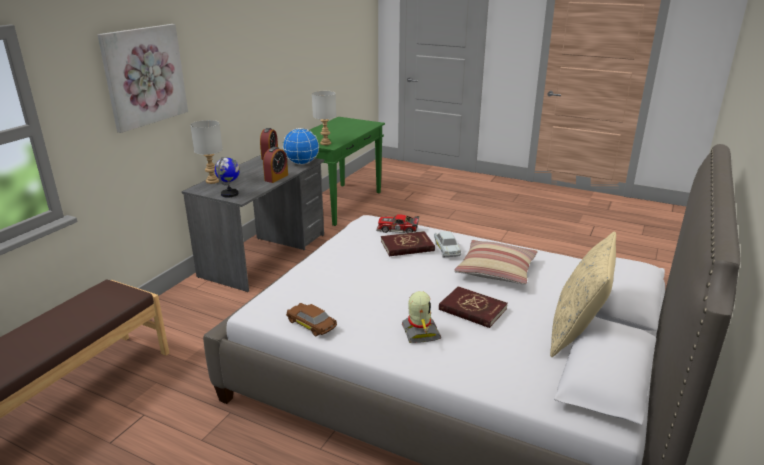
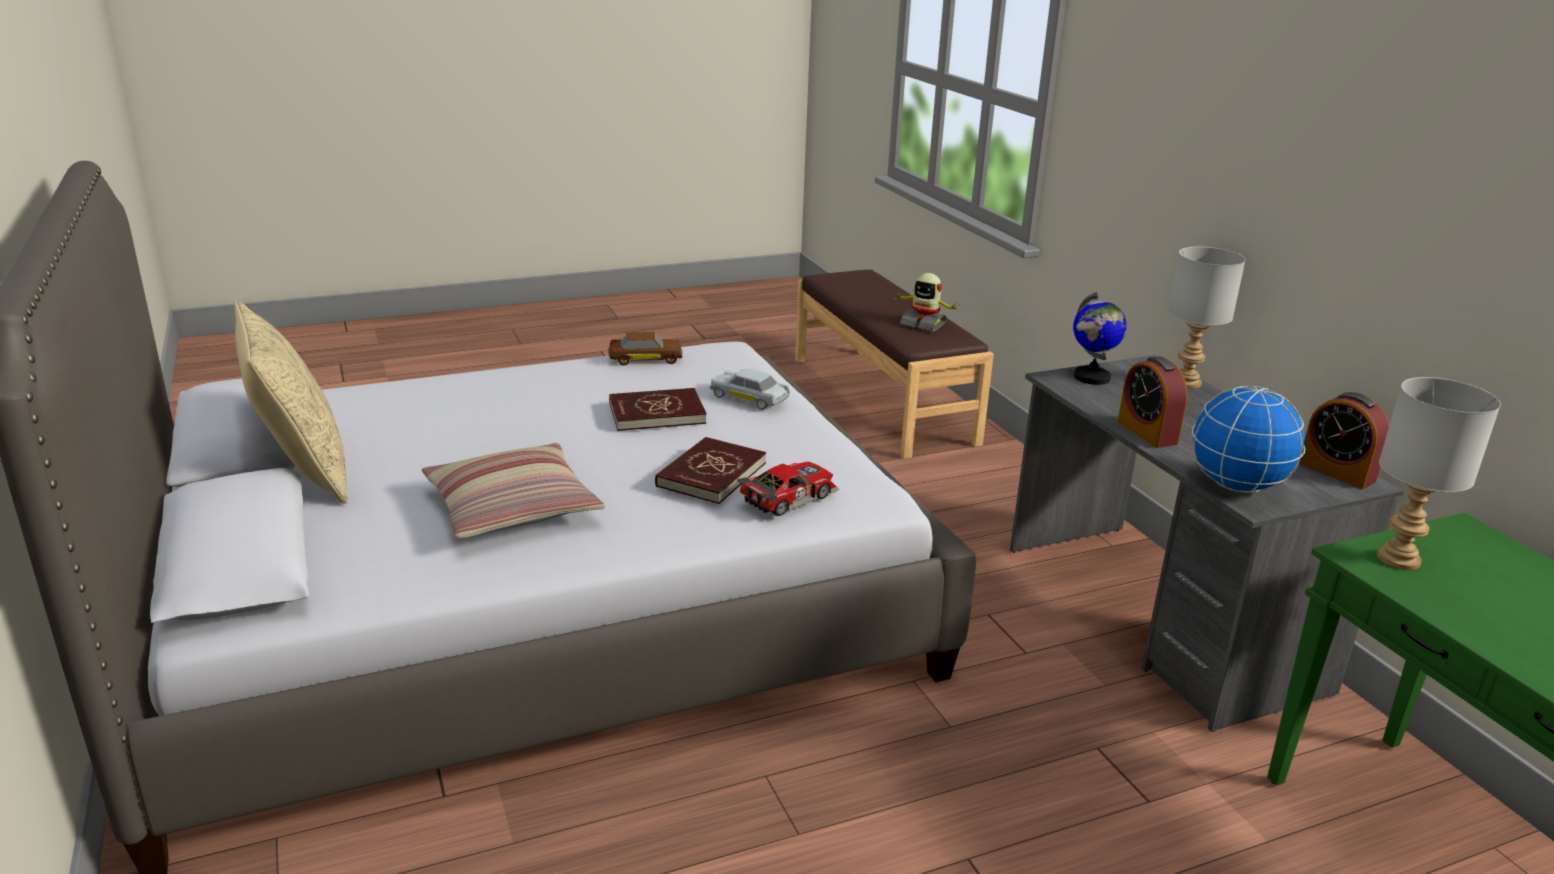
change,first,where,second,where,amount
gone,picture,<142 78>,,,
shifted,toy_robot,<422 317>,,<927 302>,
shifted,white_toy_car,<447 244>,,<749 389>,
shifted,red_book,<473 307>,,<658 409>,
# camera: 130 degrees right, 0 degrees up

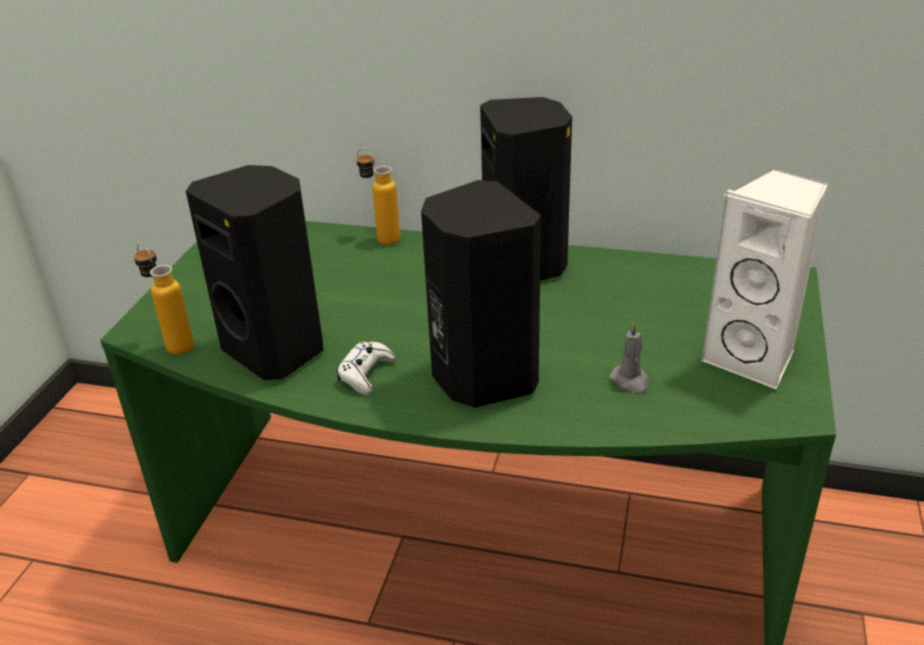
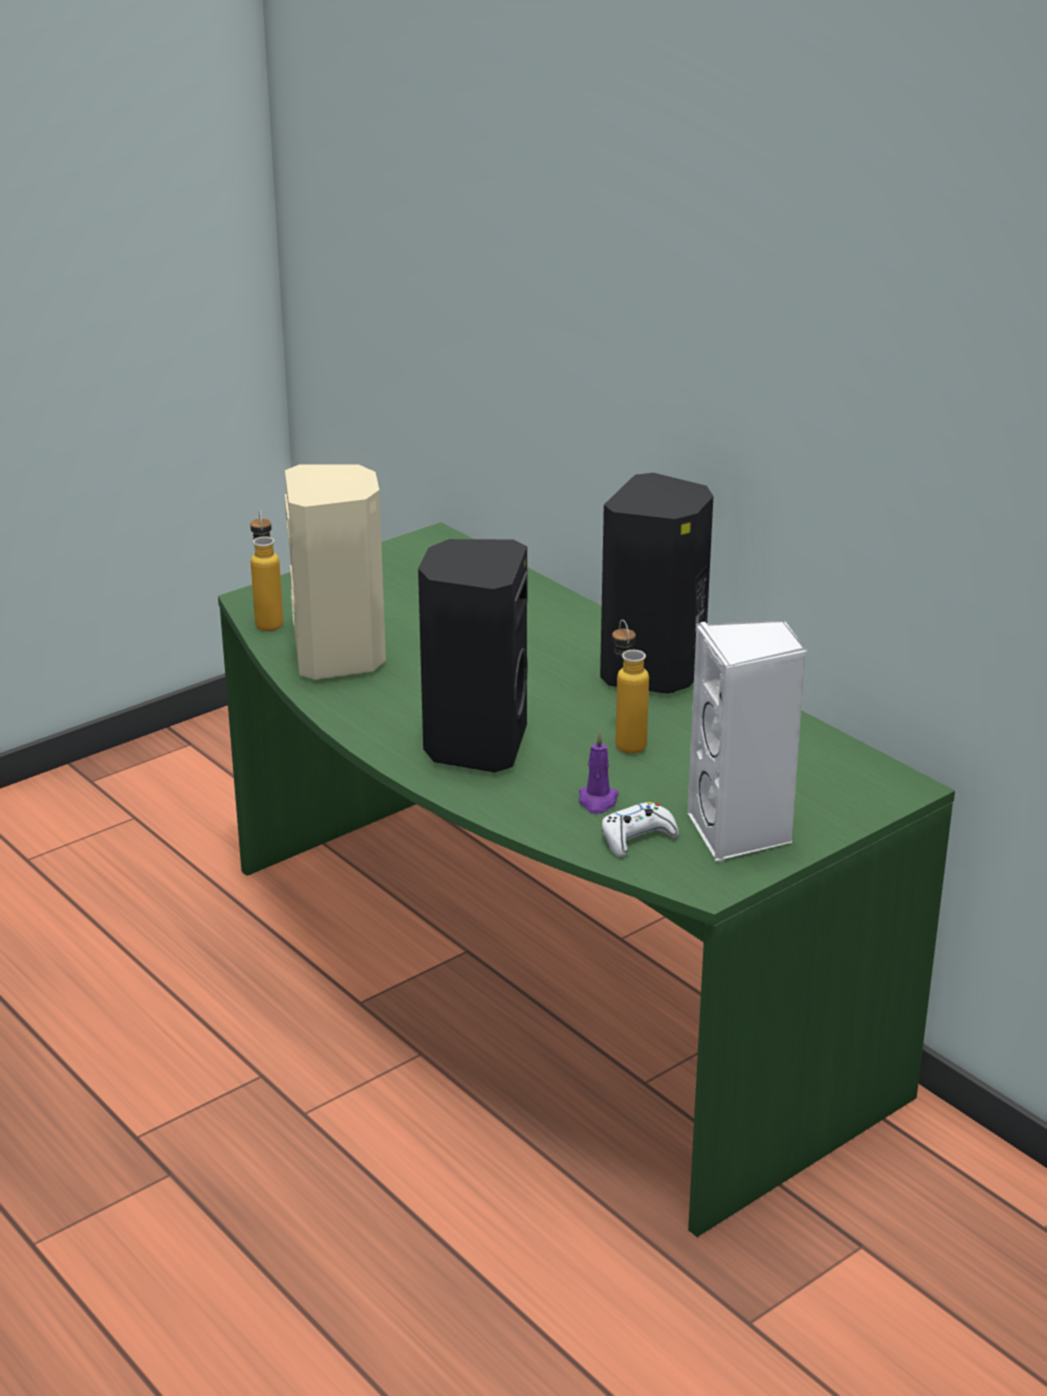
change,first,where,second,where,amount
repainted,black_speaker,<255 272>,beige_speaker,<335 572>,
shifted,white_game_controller,<366 367>,,<640 829>,
shifted,bottle,<378 196>,,<630 686>,
repainted,grey_candle,<629 358>,purple_candle,<599 773>,
# camera: 35 degrees right, 5 degrees down

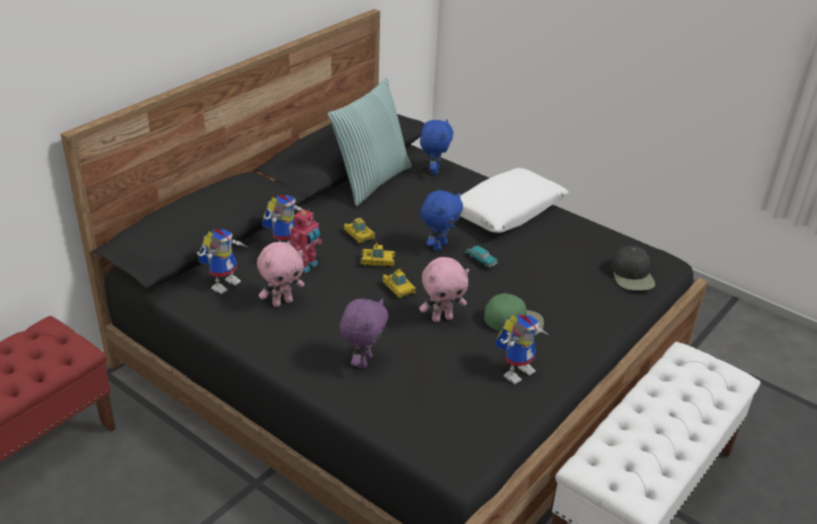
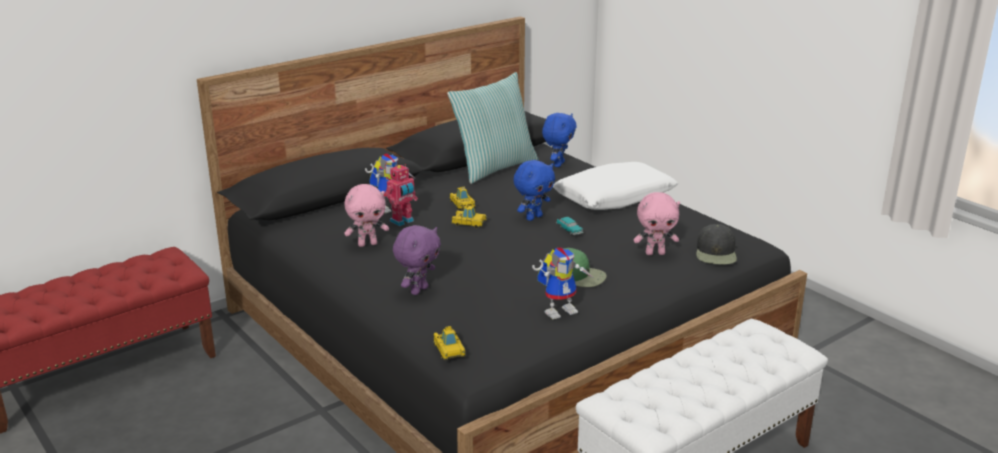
change,first,where,second,where,amount
gone,toy_robot,<223 261>,,,
shifted,toy_car,<399 284>,,<449 343>,
shifted,pink_plush_toy,<444 289>,,<657 223>,
# camera: 15 degrees right, 10 degrees down

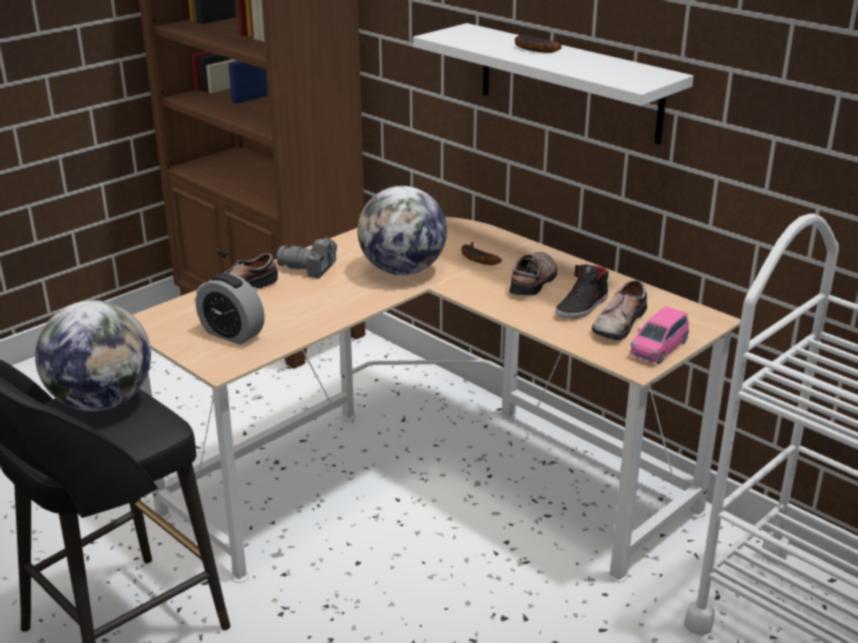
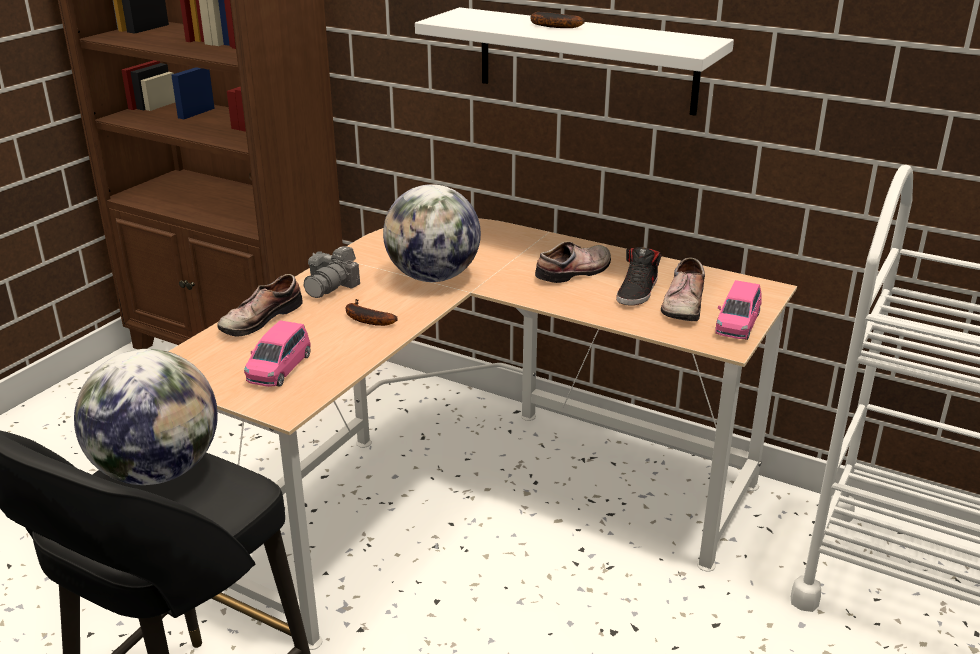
change,first,where,second,where,amount
swapped,alarm_clock,<230 309>,pink_toy_car,<277 353>,
rotated,photo_camera,<306 258>,,<332 272>,60 degrees counterclockwise
shifted,banana,<481 253>,,<372 312>,
rotated,shoe,<533 273>,,<573 262>,45 degrees clockwise
# camera: 15 degrees left, 0 degrees up

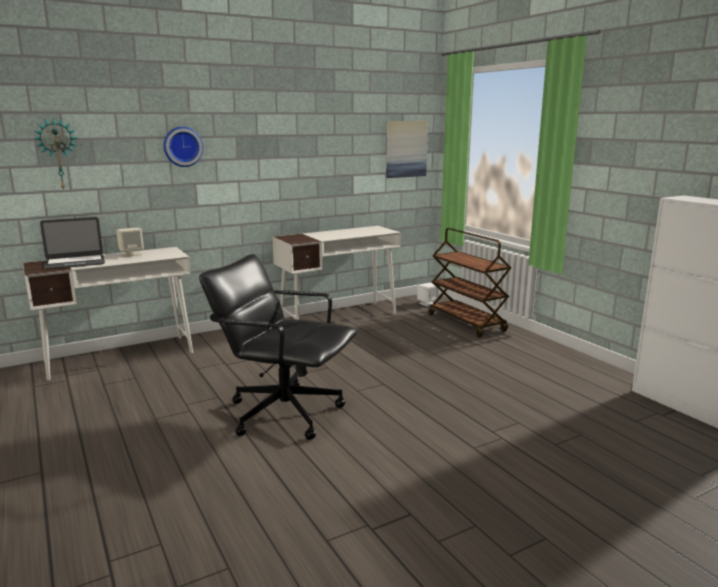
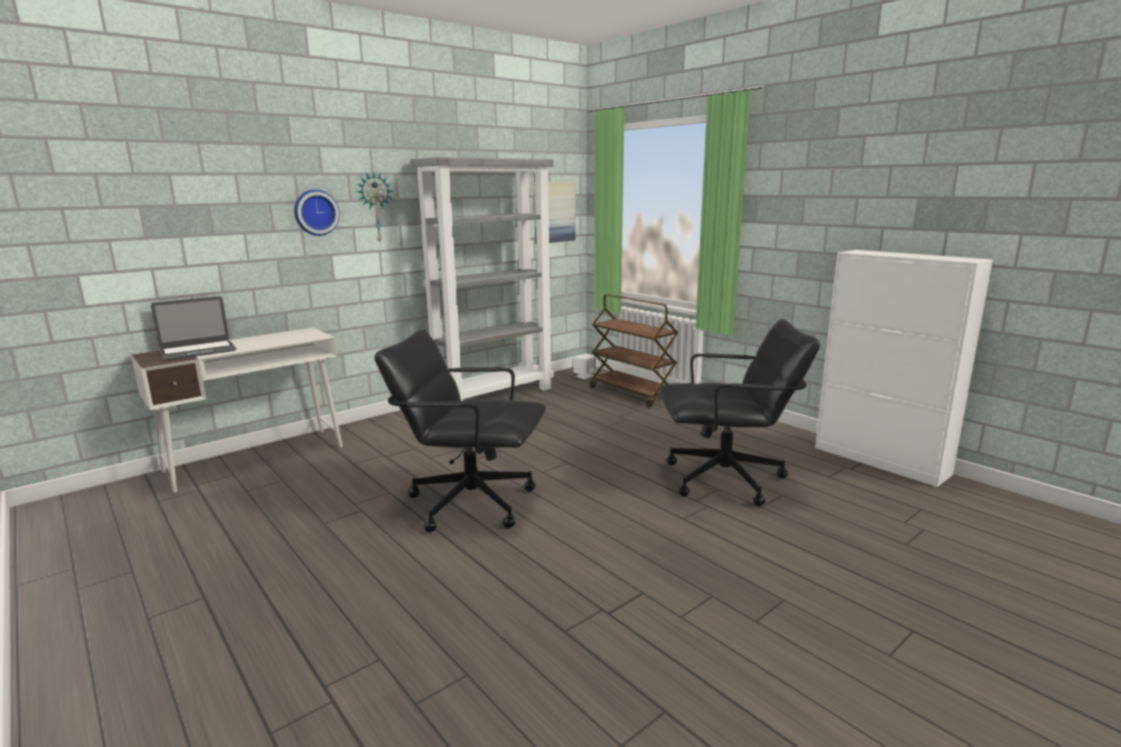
change,first,where,second,where,amount
shifted,wall_clock,<55 154>,,<375 206>,
gone,beige_speaker,<130 242>,,,
swapped,white_desk,<336 273>,grey_bookcase,<482 279>,
new,,,black_office_chair,<739 412>,
# camera: 10 degrees left, 0 degrees up

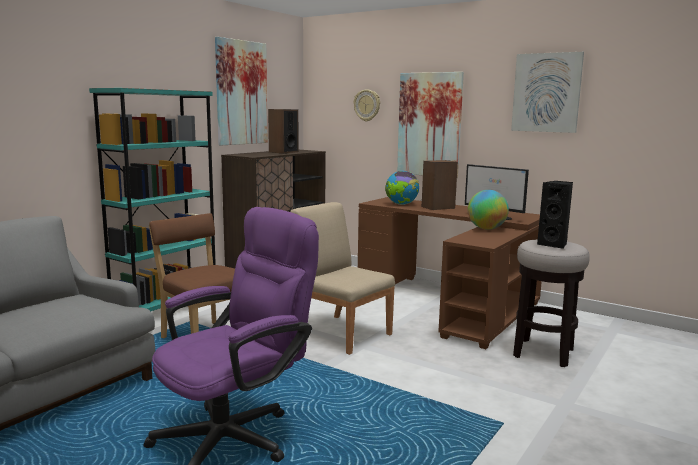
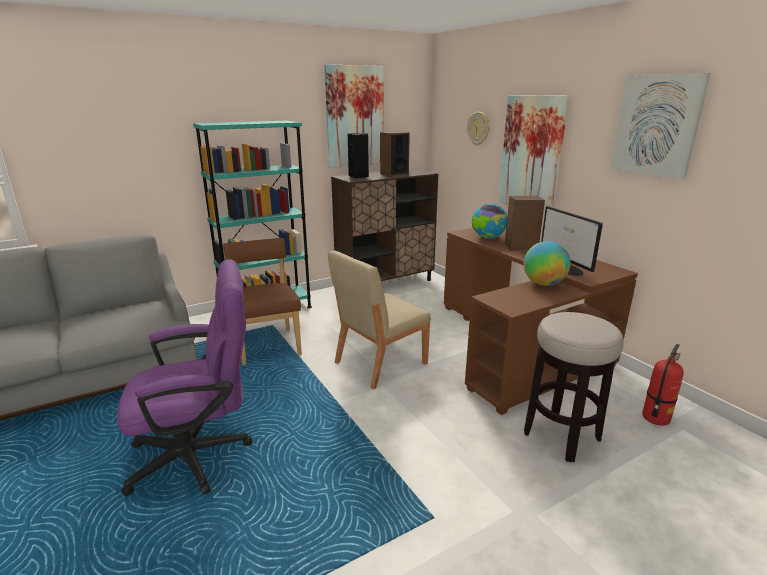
change,first,where,second,where,amount
rotated,beige_chair,<342 278>,,<379 320>,105 degrees counterclockwise
shifted,black_speaker,<555 215>,,<358 156>,
new,,,fire_extinguisher,<663 385>,
# camera: 25 degrees right, 10 degrees up

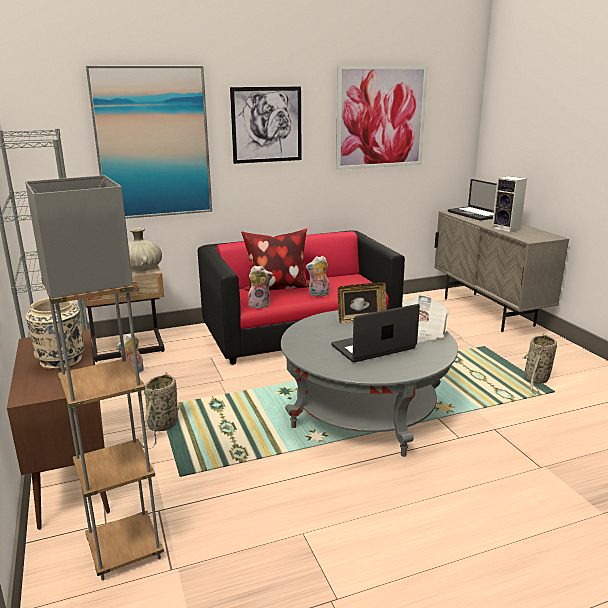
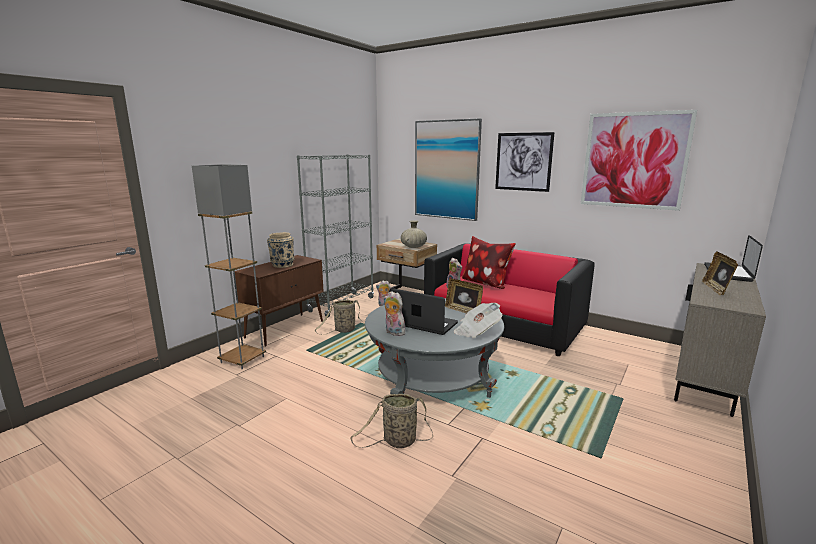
change,first,where,second,where,amount
shifted,plush_toy,<317 276>,,<394 313>,
swapped,speaker,<509 204>,picture_frame,<720 273>,
shifted,basket,<540 364>,,<391 421>,
# camera: 55 degrees right, 5 degrees down

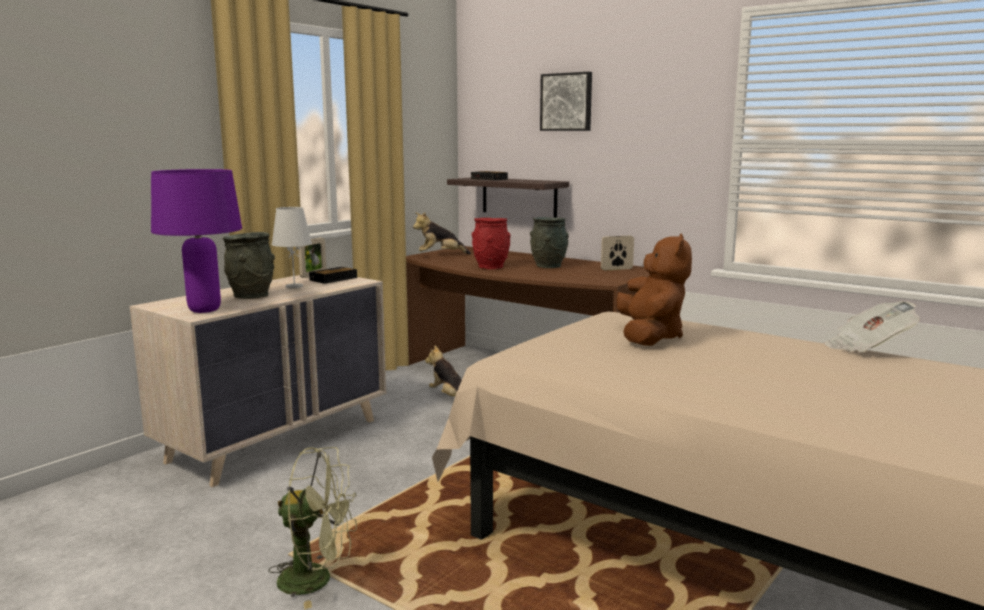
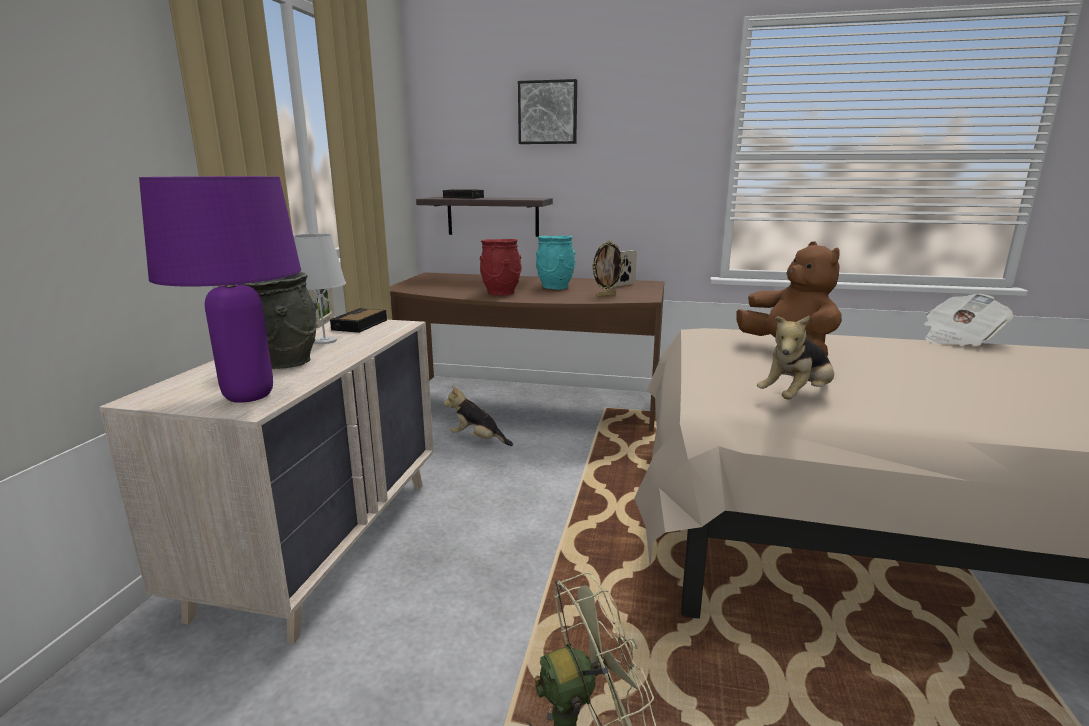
change,first,where,second,where,amount
shifted,plush_toy,<442 233>,,<795 357>,
repainted,grey_vase,<549 242>,turquoise_vase,<555 263>,
new,,,picture_frame,<608 268>,
# camera: 25 degrees left, 5 degrees up

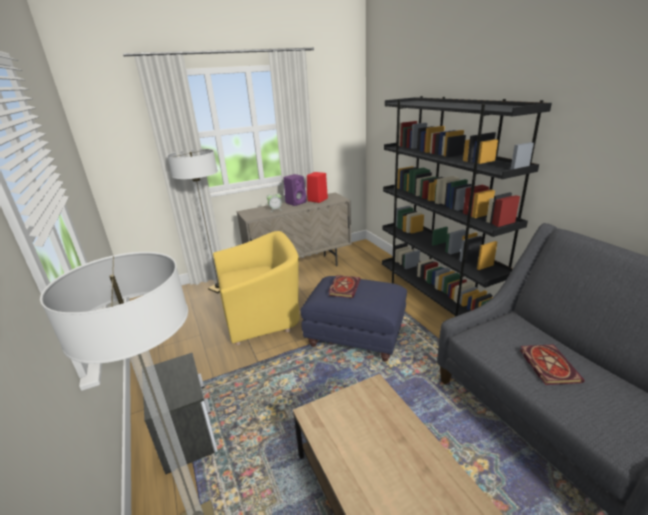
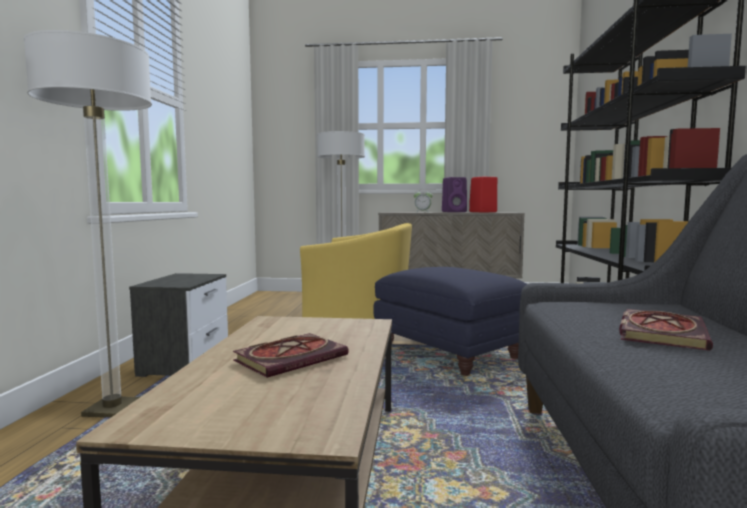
change,first,where,second,where,amount
shifted,book,<344 286>,,<290 355>,
# camera: 30 degrees right, 20 degrees down

